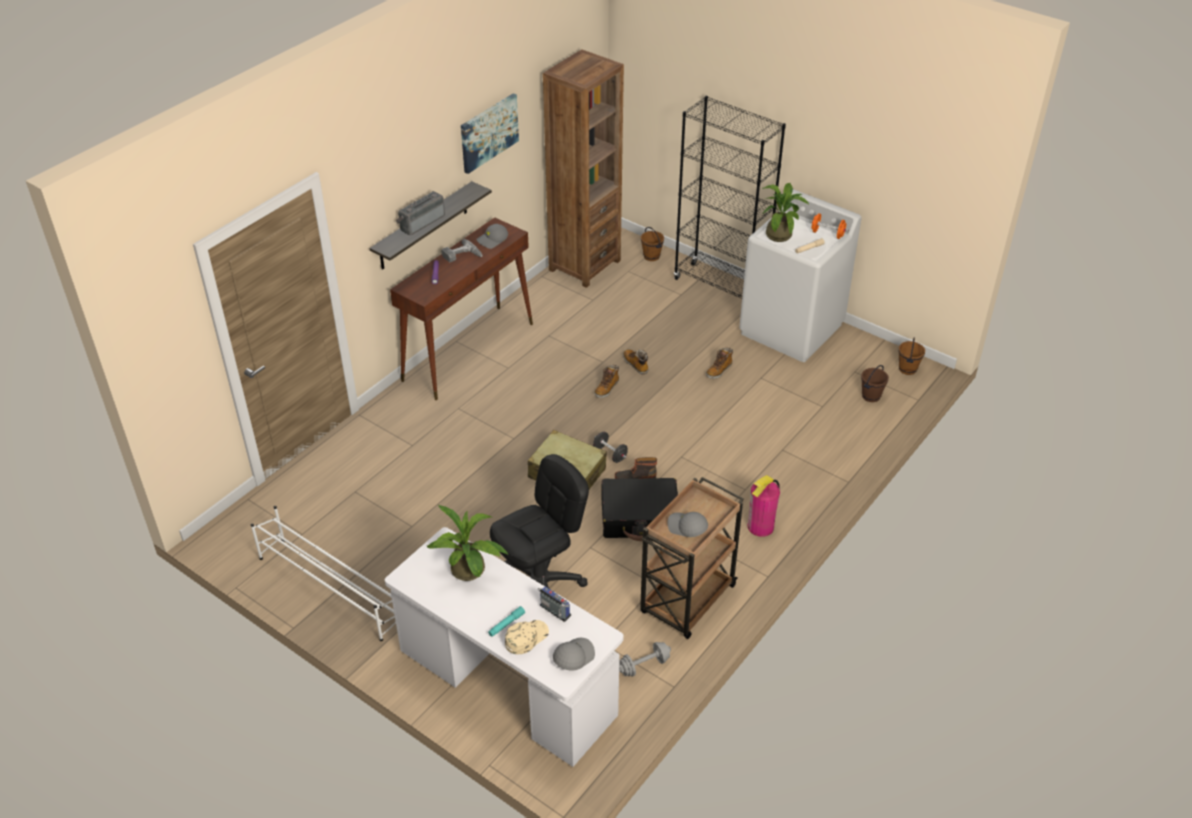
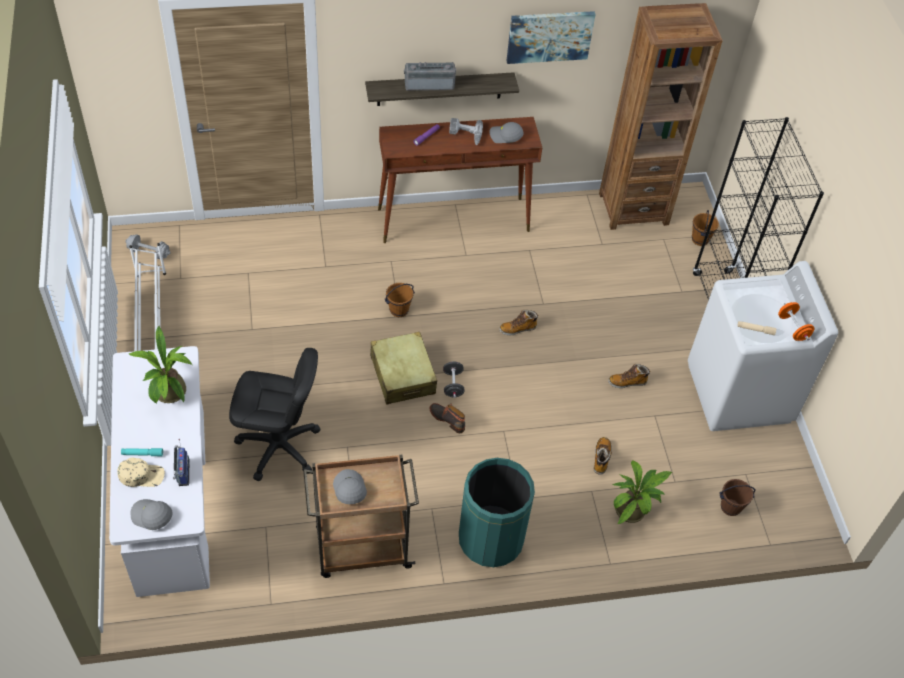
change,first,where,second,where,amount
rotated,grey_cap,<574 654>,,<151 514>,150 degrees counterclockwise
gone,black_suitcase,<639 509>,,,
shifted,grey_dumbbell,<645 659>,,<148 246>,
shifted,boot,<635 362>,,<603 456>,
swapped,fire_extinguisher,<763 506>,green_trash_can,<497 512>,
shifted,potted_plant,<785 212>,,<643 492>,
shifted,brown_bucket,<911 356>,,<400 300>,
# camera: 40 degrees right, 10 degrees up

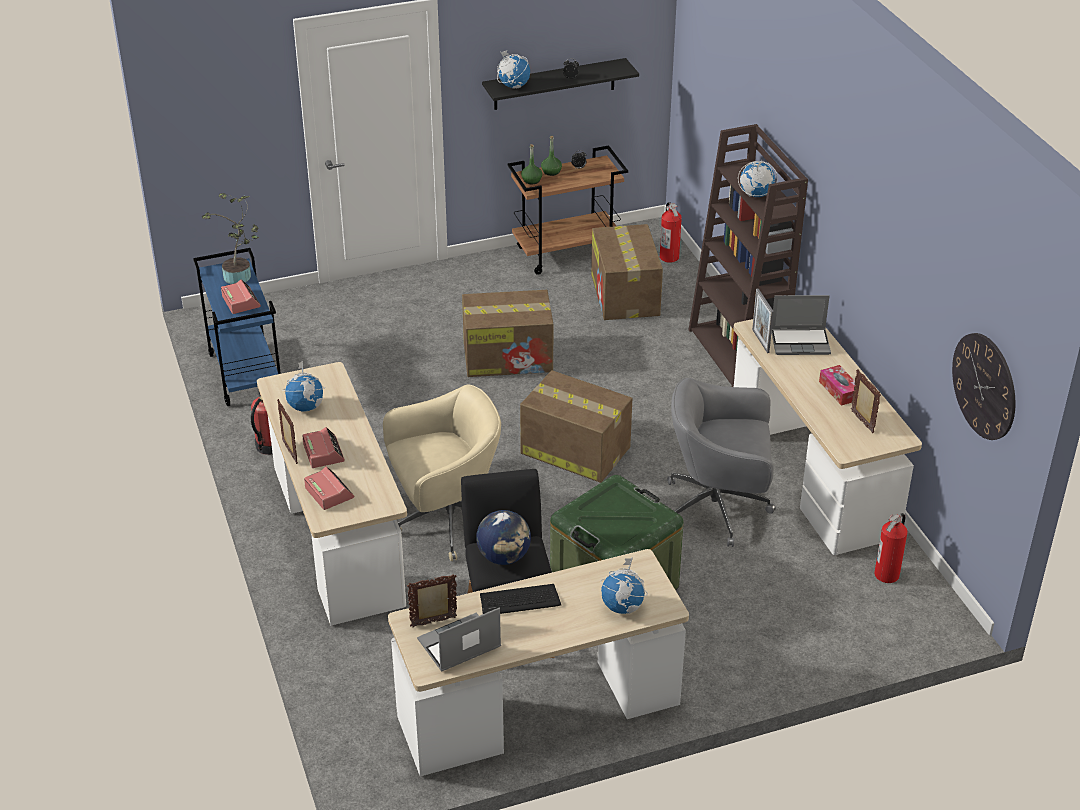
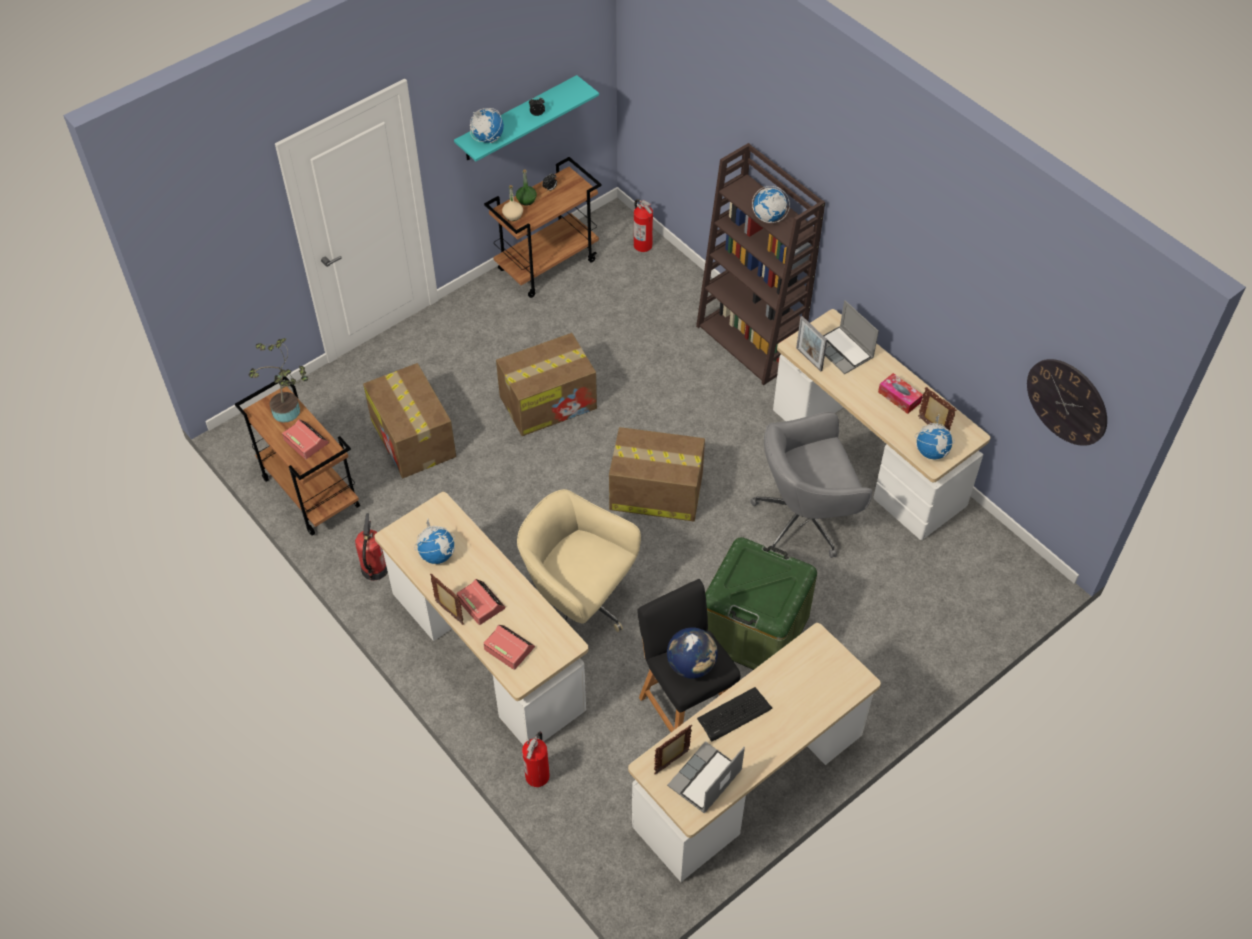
change,first,where,second,where,amount
repainted,blue_cart,<237 327>,brown_cart,<297 456>,
rotated,beige_office_chair,<442 473>,,<579 560>,105 degrees counterclockwise
repainted,black_shelf,<560 84>,turquoise_shelf,<526 118>,
repainted,green_bottle,<531 164>,beige_bottle,<512 203>,
shifted,cardboard_box,<627 272>,,<409 420>,
shifted,globe,<624 585>,,<935 437>,
rotated,laptop,<801 325>,,<851 337>,75 degrees clockwise
shifted,fire_extinguisher,<891 548>,,<536 759>,
# camera: 20 degrees left, 15 degrees up

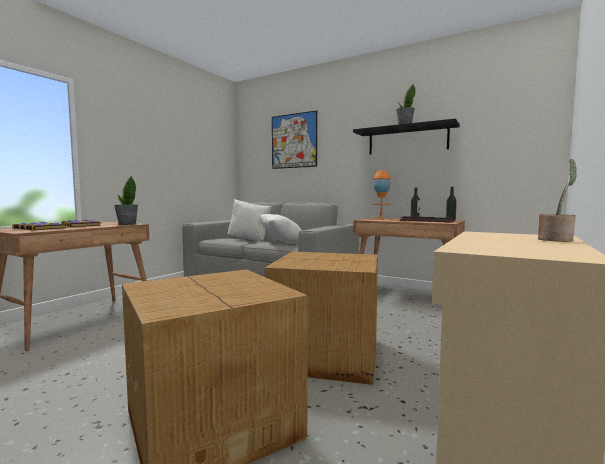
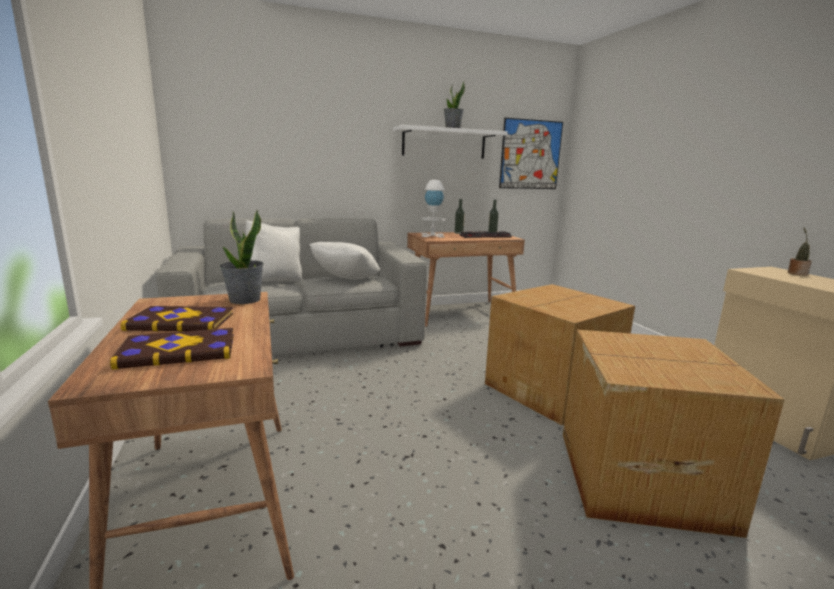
change,first,where,second,where,amount
shifted,picture,<294 139>,,<531 153>,
repainted,black_shelf,<406 136>,white_shelf,<450 142>,
repainted,orange_table_lamp,<381 195>,white_table_lamp,<433 209>,
# camera: 50 degrees left, 10 degrees up

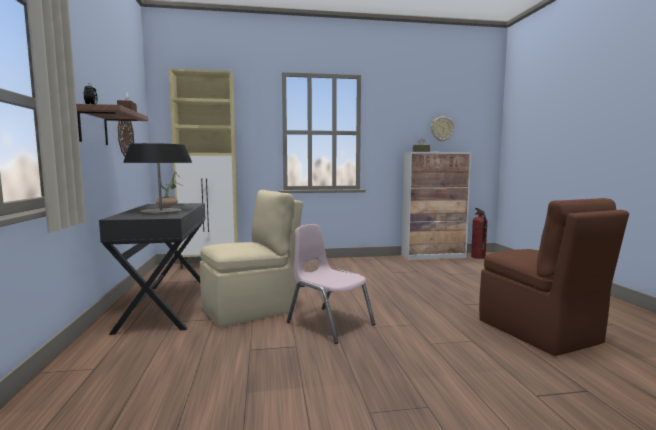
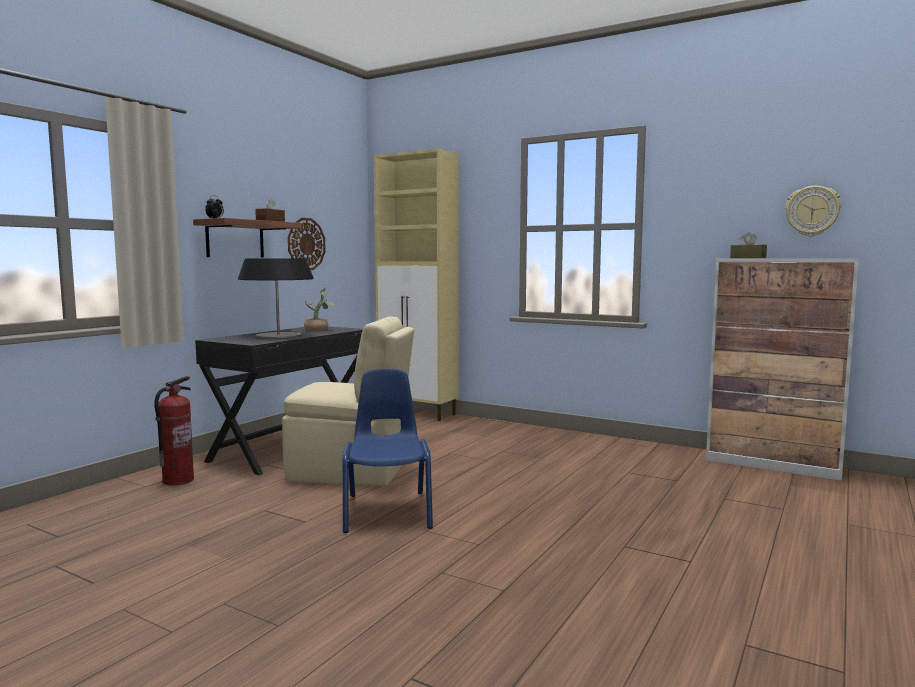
change,first,where,second,where,amount
repainted,pink_chair,<331 284>,blue_chair,<388 451>,
shifted,fire_extinguisher,<479 233>,,<174 430>,
gone,brown_chair,<554 277>,,,
# camera: 40 degrees right, 0 degrees up

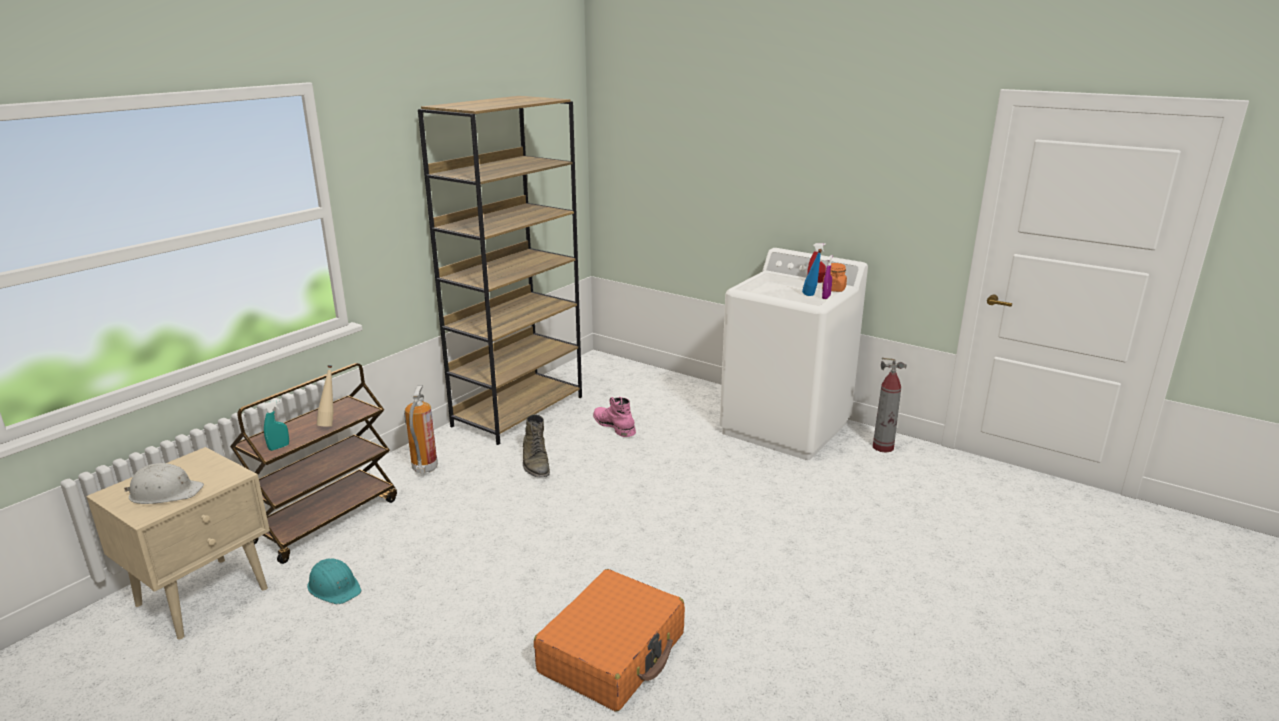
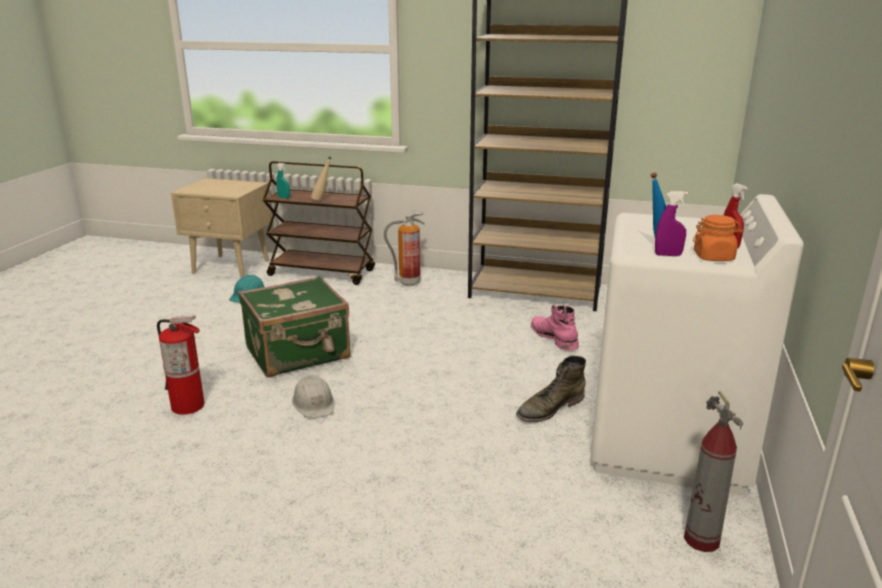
change,first,where,second,where,amount
shifted,white_hard_hat,<164 483>,,<313 397>,
shifted,green_boot,<536 445>,,<551 389>,
swapped,orange_suitcase,<609 640>,fire_extinguisher,<180 365>,
rotated,pink_boot,<614 417>,,<555 327>,60 degrees counterclockwise
new,,,green_suitcase,<294 326>,
# camera: 70 degrees right, 0 degrees up

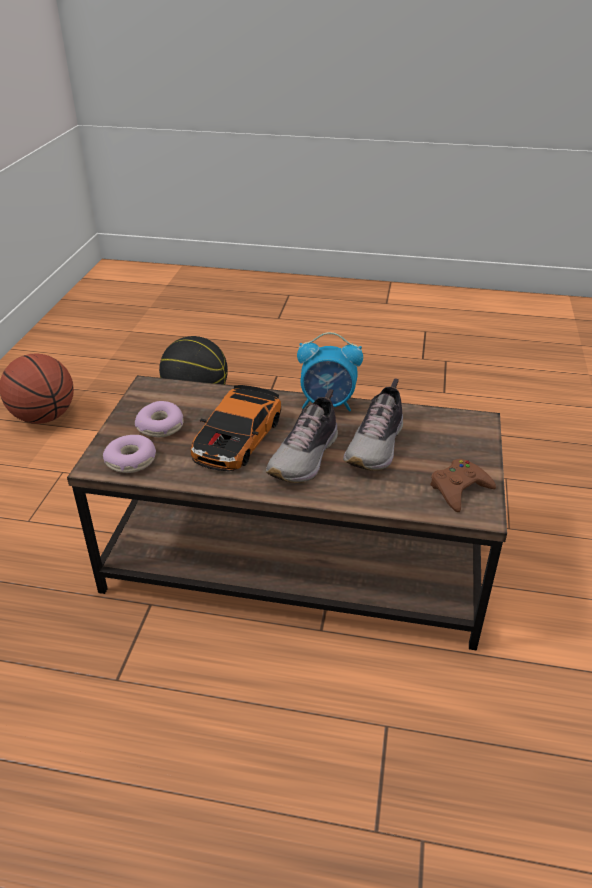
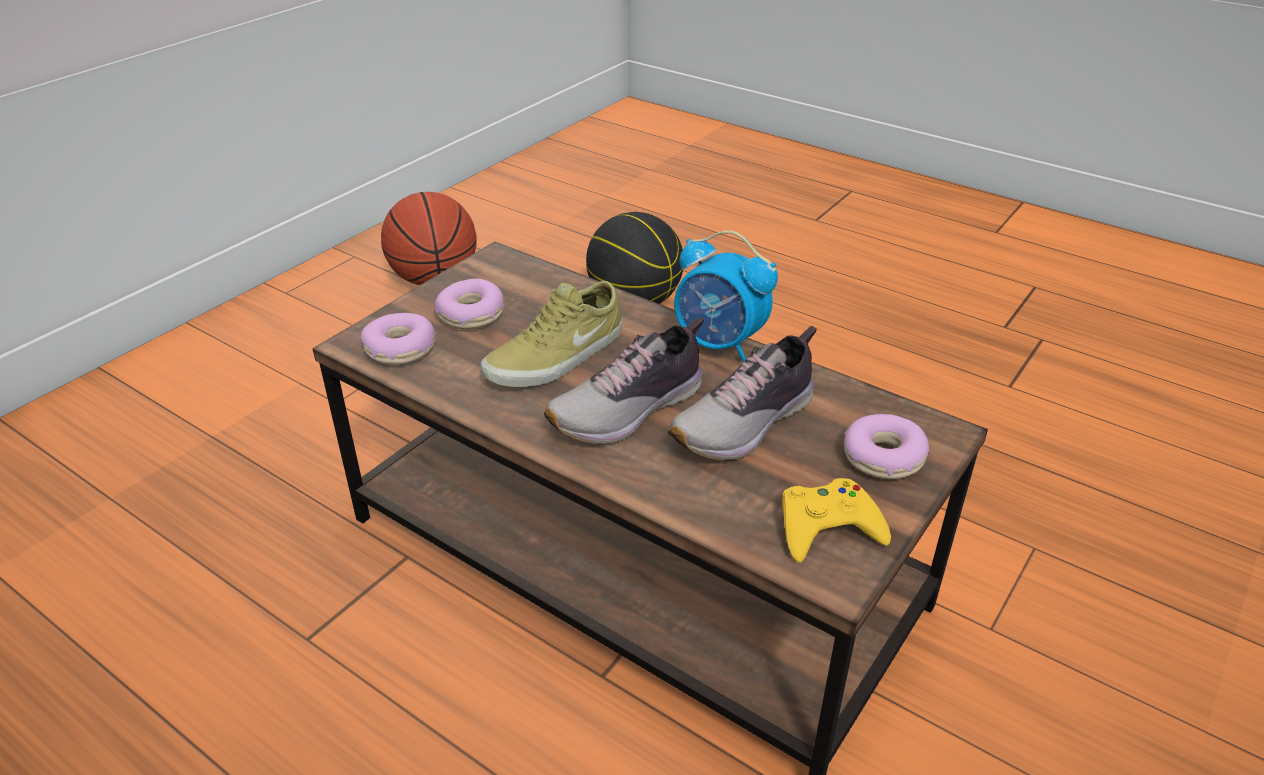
change,first,where,second,where,amount
swapped,toy_car,<235 428>,beige_shoe,<551 334>,
repainted,brown_game_controller,<463 485>,yellow_game_controller,<836 520>,
new,,,donut,<886 446>,
# camera: 25 degrees right, 0 degrees up

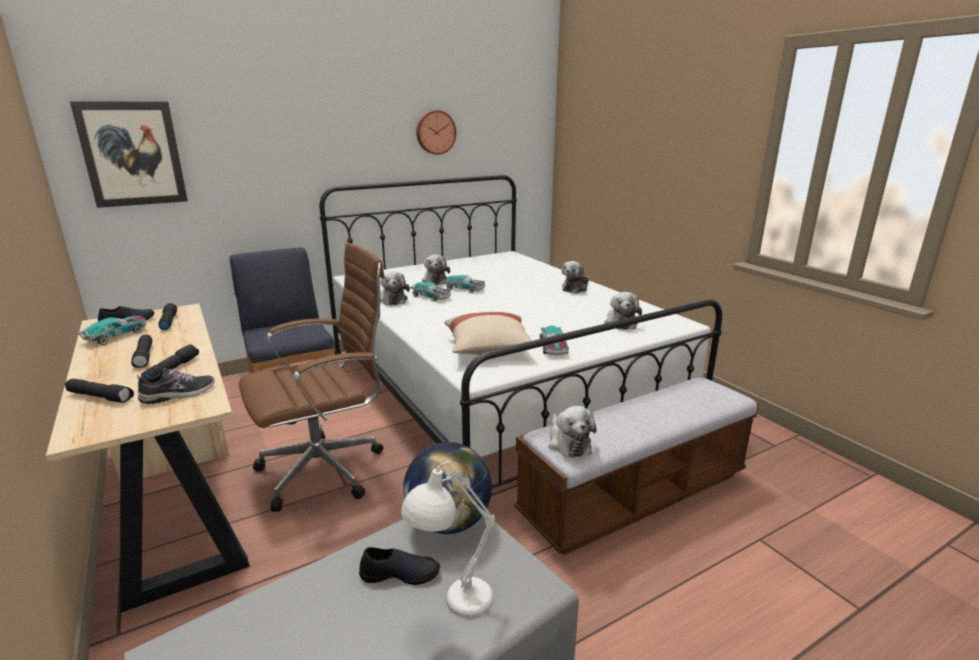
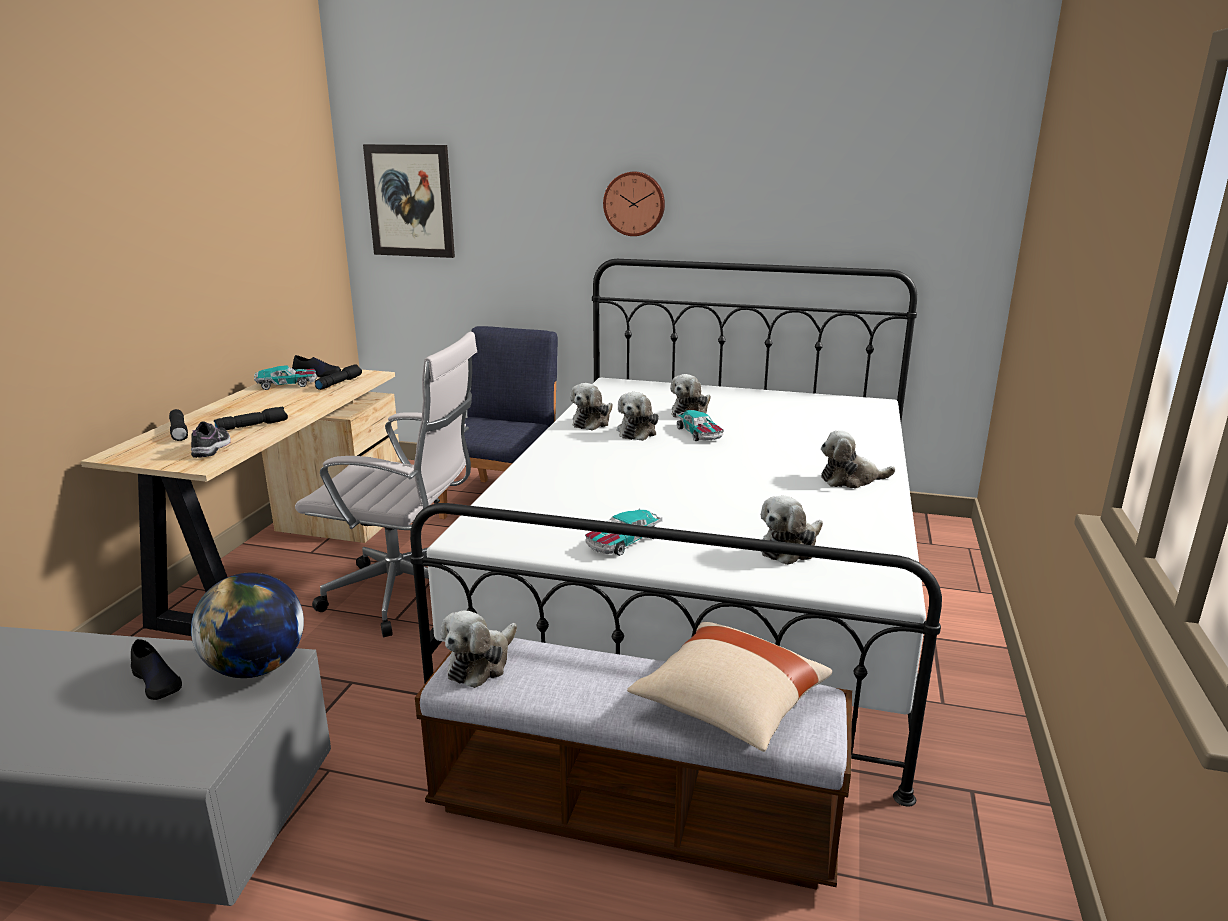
change,first,where,second,where,amount
gone,black_flashlight,<141 351>,,,
rotated,shoe,<176 386>,,<211 439>,105 degrees counterclockwise
repainted,brown_office_chair,<312 377>,white_office_chair,<386 484>,
gone,white_table_lamp,<448 540>,,,
swapped,toy_car,<430 292>,plush_toy,<638 416>,
shifted,wall_clock,<436 132>,,<634 204>,
shifted,beige_pillow,<488 333>,,<729 687>,
# camera: 45 degrees right, 0 degrees up

